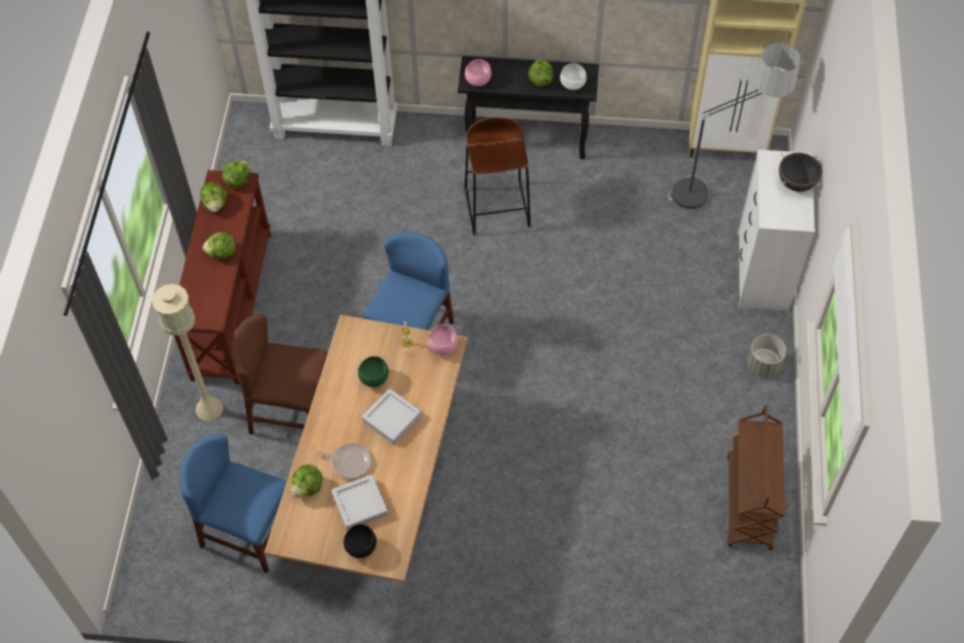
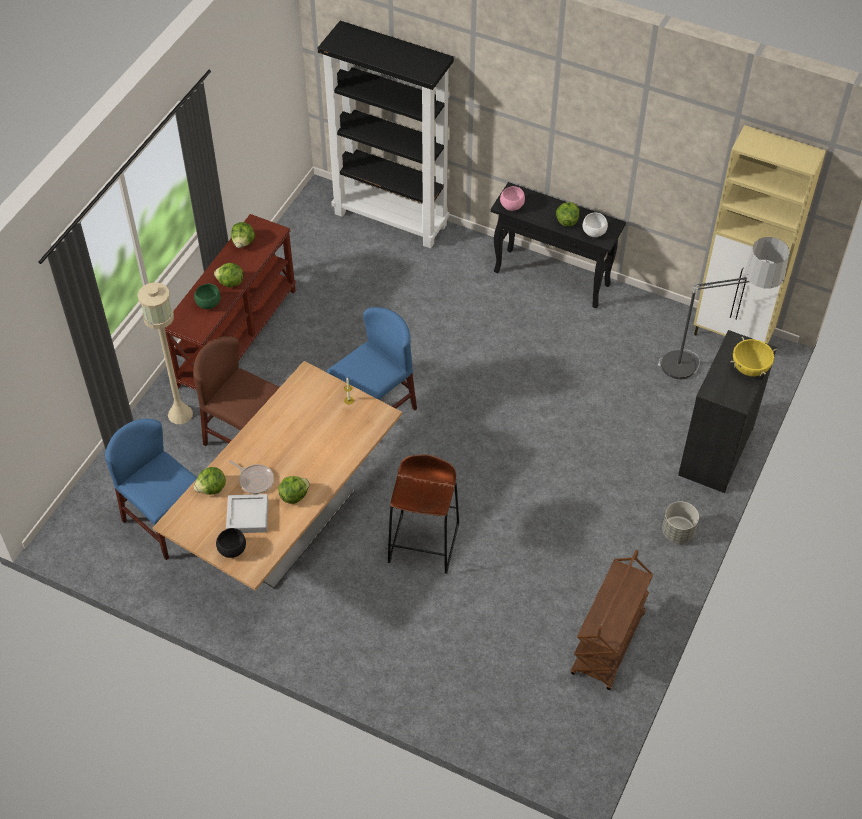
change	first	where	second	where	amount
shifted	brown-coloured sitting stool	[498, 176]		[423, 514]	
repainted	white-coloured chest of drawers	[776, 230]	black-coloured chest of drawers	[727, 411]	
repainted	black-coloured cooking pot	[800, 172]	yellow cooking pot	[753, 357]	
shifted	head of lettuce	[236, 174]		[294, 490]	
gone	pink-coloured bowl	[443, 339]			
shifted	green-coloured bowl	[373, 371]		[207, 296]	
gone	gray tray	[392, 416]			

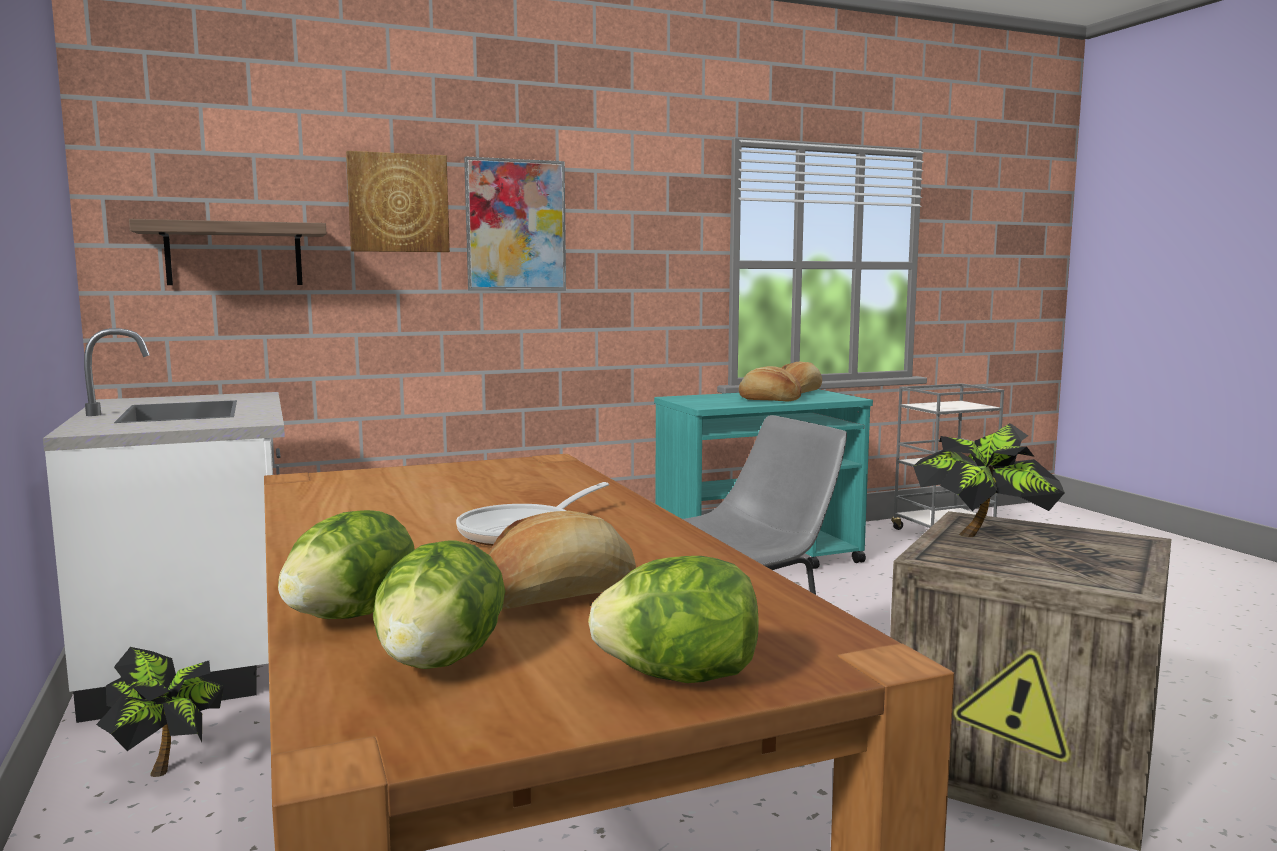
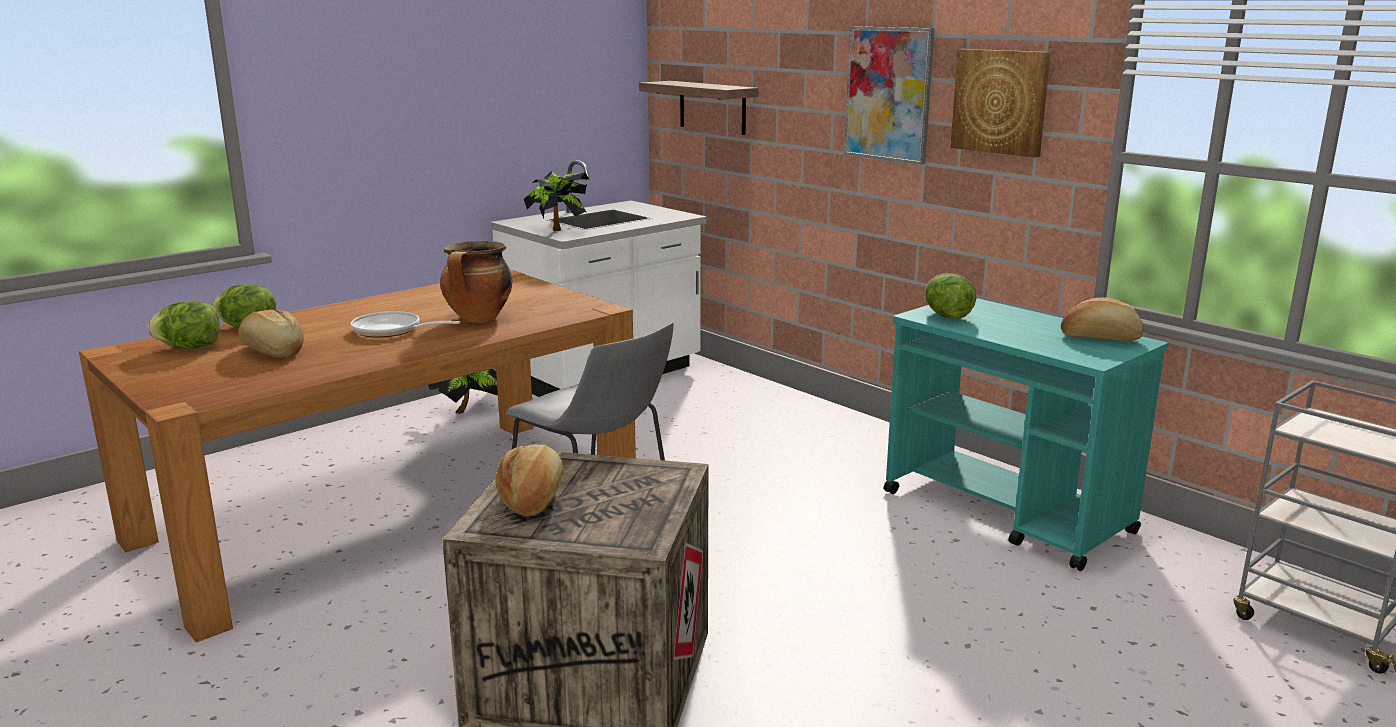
change	first	where	second	where	amount
shifted	wall picture	[398, 201]		[1000, 103]	
shifted	baked bread	[770, 383]		[529, 480]	
shifted	potted plant	[989, 480]		[557, 200]	
shifted	head of lettuce	[673, 619]		[950, 296]	
new			cooking pot	[476, 282]	

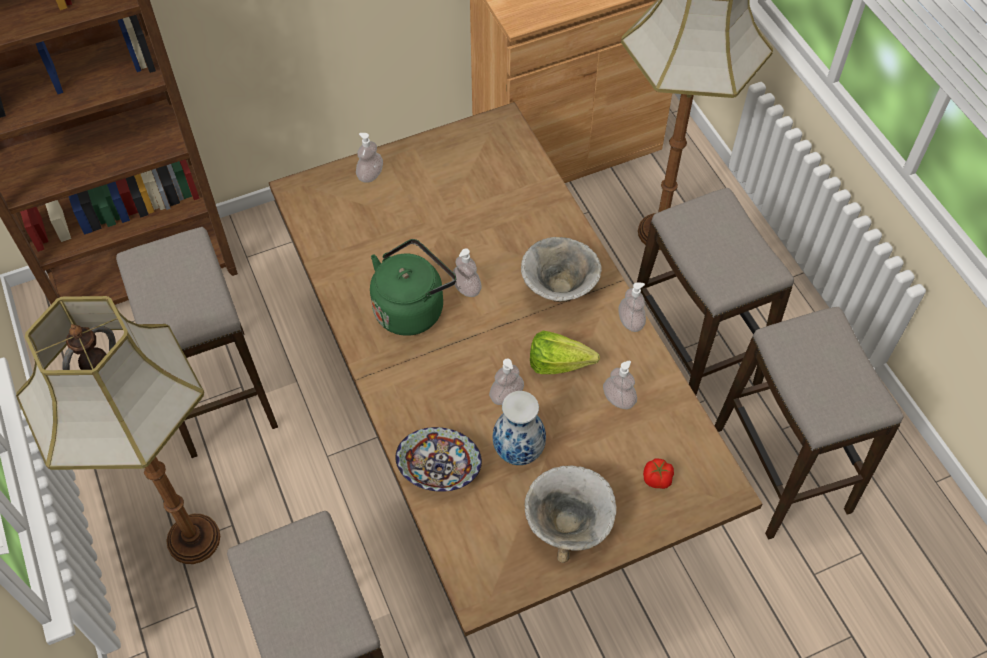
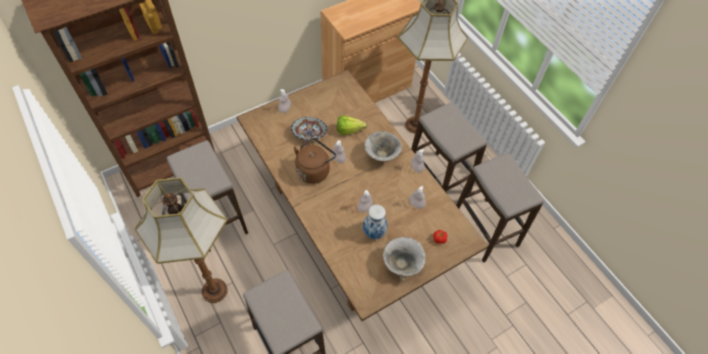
change	first	where	second	where	amount
repainted	green-coloured water kettle	[413, 287]	brown-coloured water kettle	[315, 161]	
shifted	head of lettuce	[565, 352]		[352, 125]	
shifted	bowl	[438, 459]		[309, 128]	

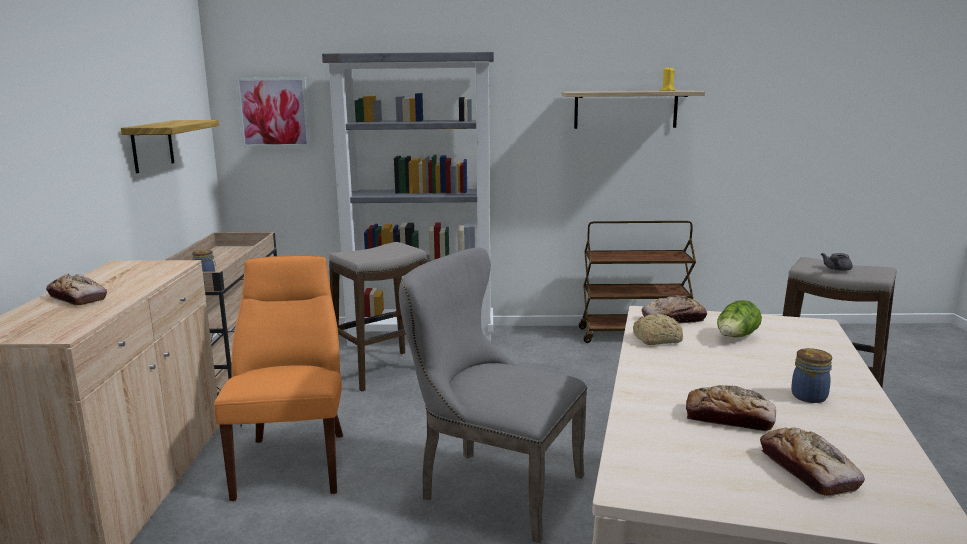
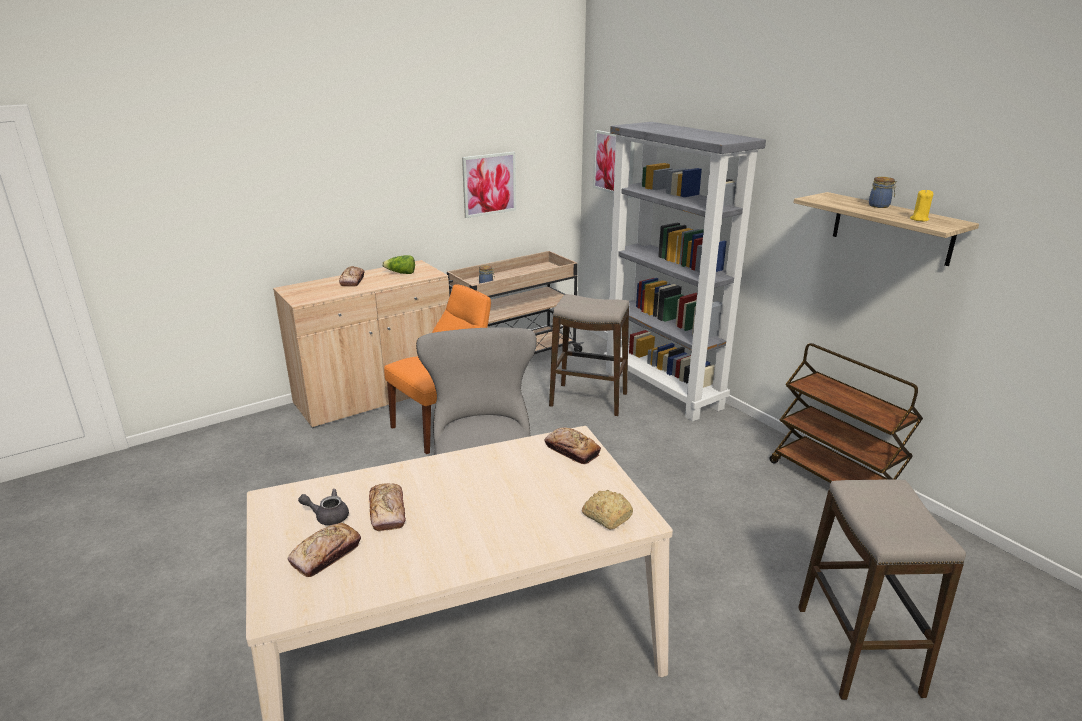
change	first	where	second	where	amount
swapped	wall shelf	[170, 146]	wall picture	[489, 185]	
shifted	gray tea pot	[837, 262]		[323, 507]	
shifted	head of lettuce	[739, 318]		[398, 264]	
shifted	baked bread	[658, 329]		[607, 510]	
shifted	jar	[811, 375]		[883, 192]	

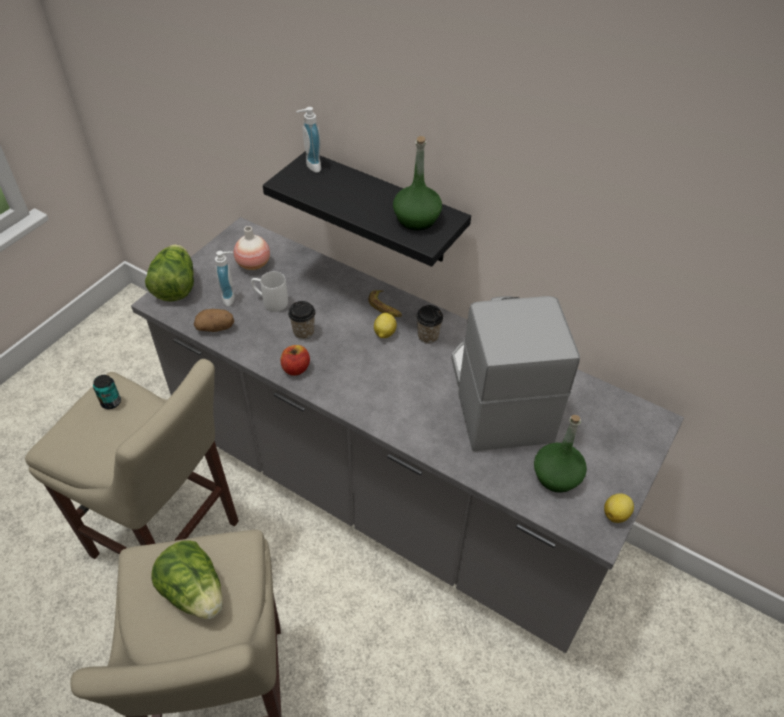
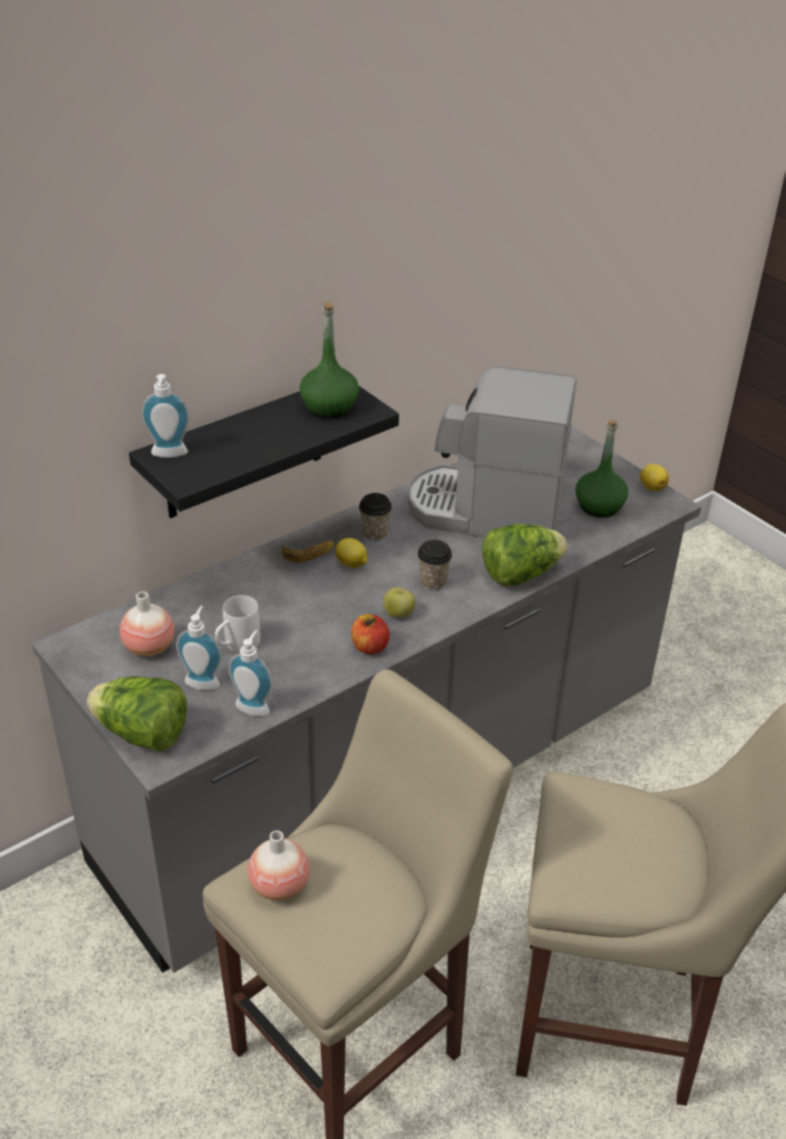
change	first	where	second	where	amount
shifted	small cup	[302, 320]		[434, 565]	
swapped	spud	[214, 320]	liquid soap bottle	[250, 673]	
swapped	sealed can	[107, 392]	vase	[279, 865]	
shifted	head of lettuce	[187, 579]		[524, 555]	
new			apple fruit	[399, 602]	

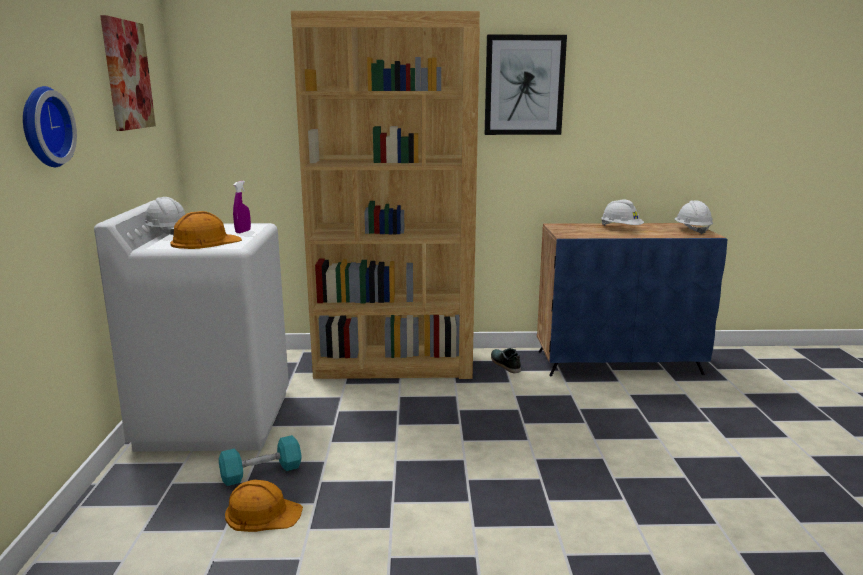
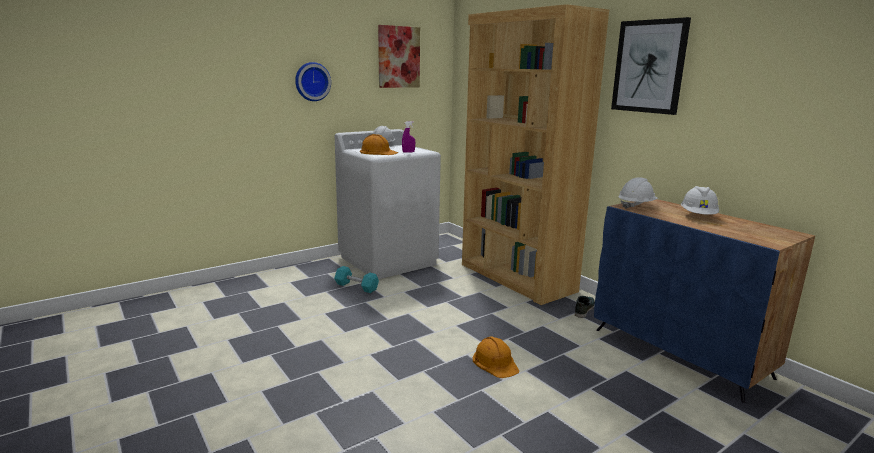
change	first	where	second	where	amount
shifted	white-coloured safety helmet	[693, 218]		[638, 193]	
shifted	orange-coloured safety helmet	[264, 506]		[495, 357]	

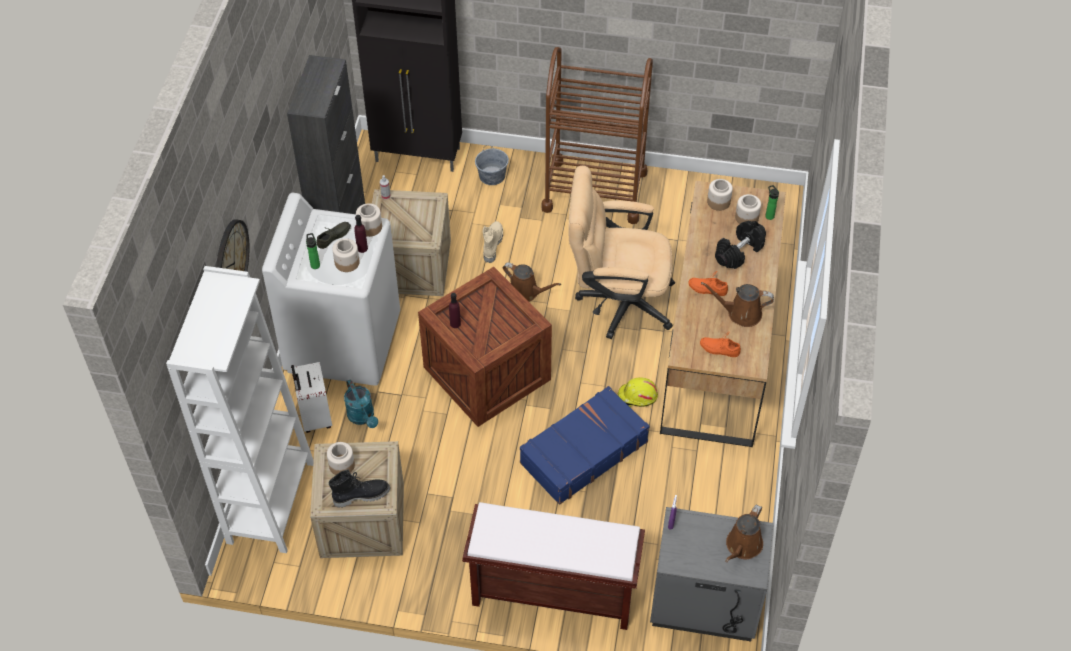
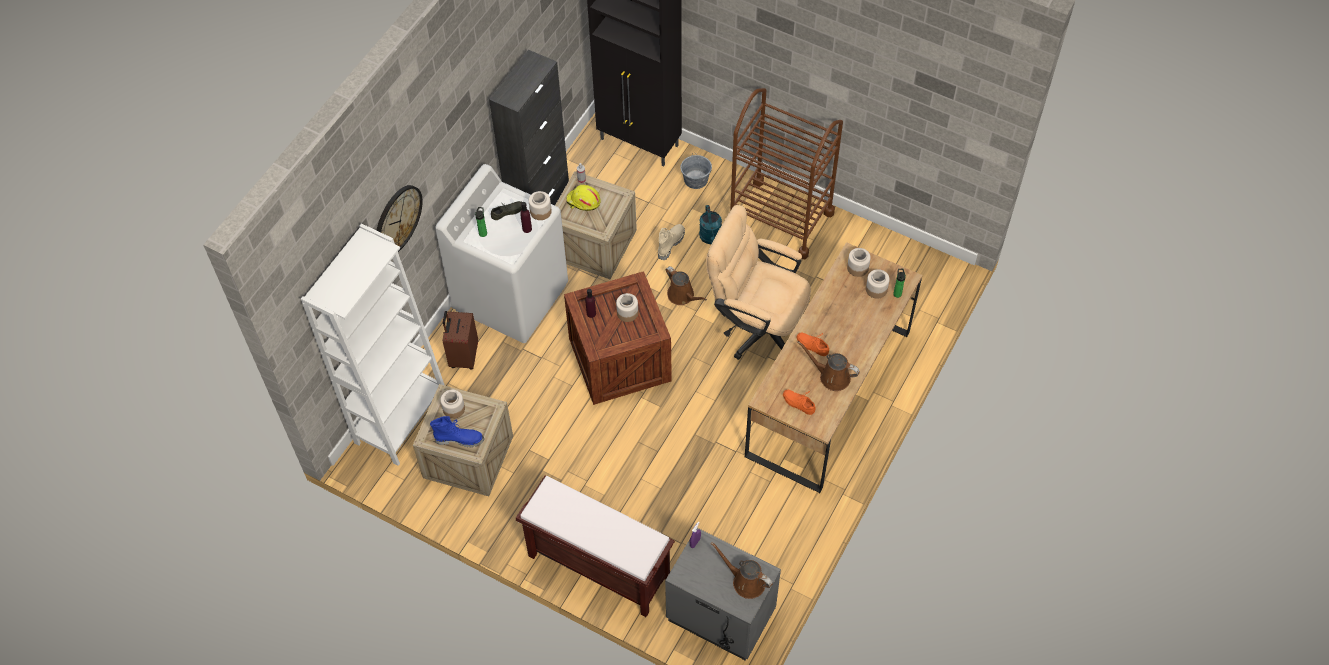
change	first	where	second	where	amount
gone	black-coloured free weight	[740, 245]			
shifted	jar	[346, 255]		[627, 307]	
repainted	white-coloured suitcase	[311, 397]	brown-coloured suitcase	[460, 340]	
shifted	yellow safety helmet	[638, 392]		[583, 198]	
shifted	blue-green watering can	[361, 403]		[710, 225]	
gone	bluish suitcase	[585, 445]			
repainted	black-coloured tall boot	[359, 488]	bluish tall boot	[457, 431]	
rotated	brown-coloured watering can	[744, 533]		[742, 570]	75 degrees clockwise

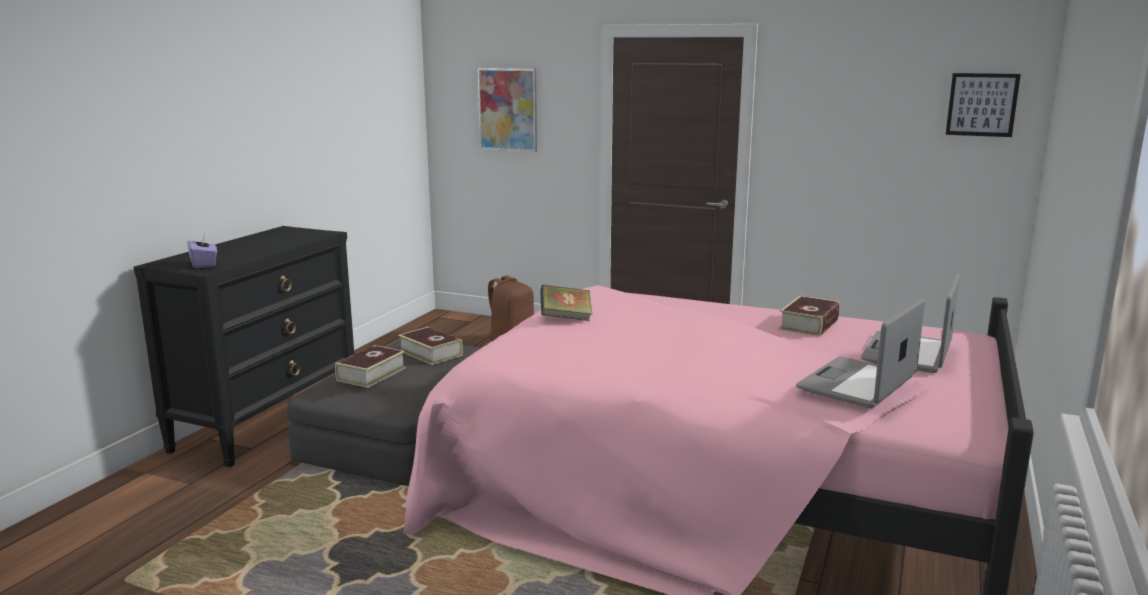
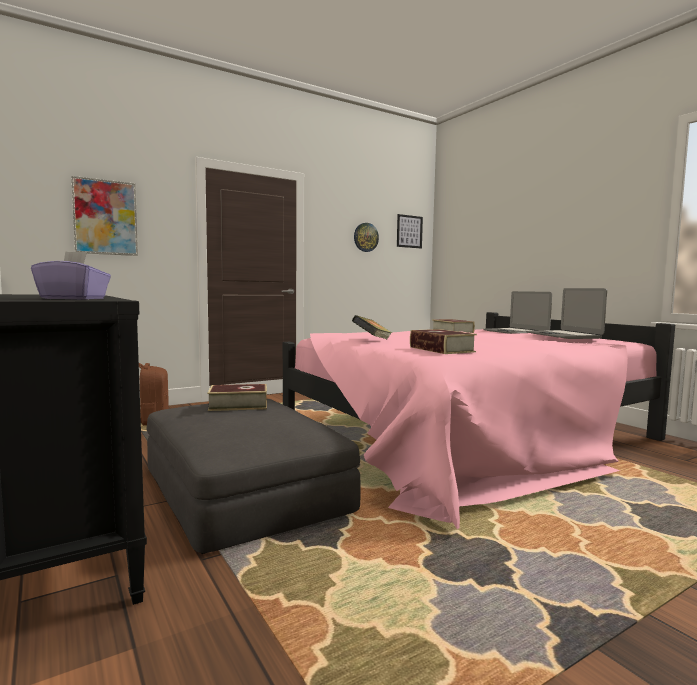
change	first	where	second	where	amount
shifted	book	[370, 366]		[443, 341]	
new			wall clock	[366, 237]	

